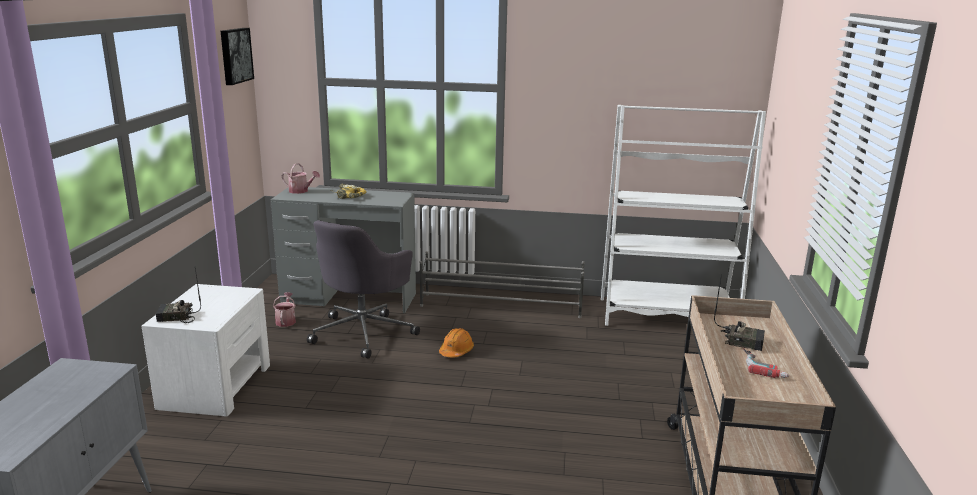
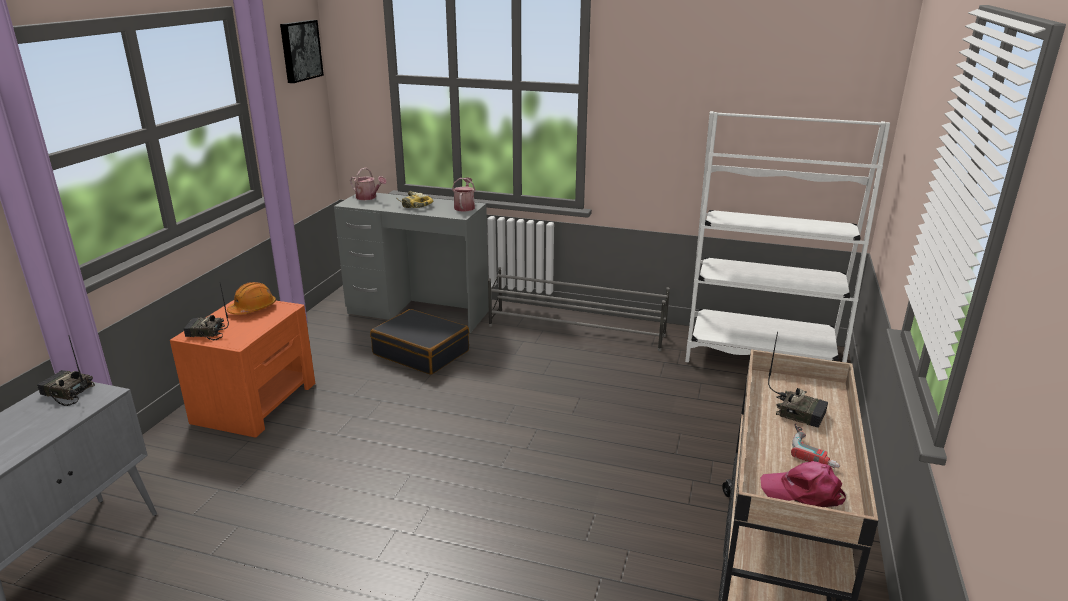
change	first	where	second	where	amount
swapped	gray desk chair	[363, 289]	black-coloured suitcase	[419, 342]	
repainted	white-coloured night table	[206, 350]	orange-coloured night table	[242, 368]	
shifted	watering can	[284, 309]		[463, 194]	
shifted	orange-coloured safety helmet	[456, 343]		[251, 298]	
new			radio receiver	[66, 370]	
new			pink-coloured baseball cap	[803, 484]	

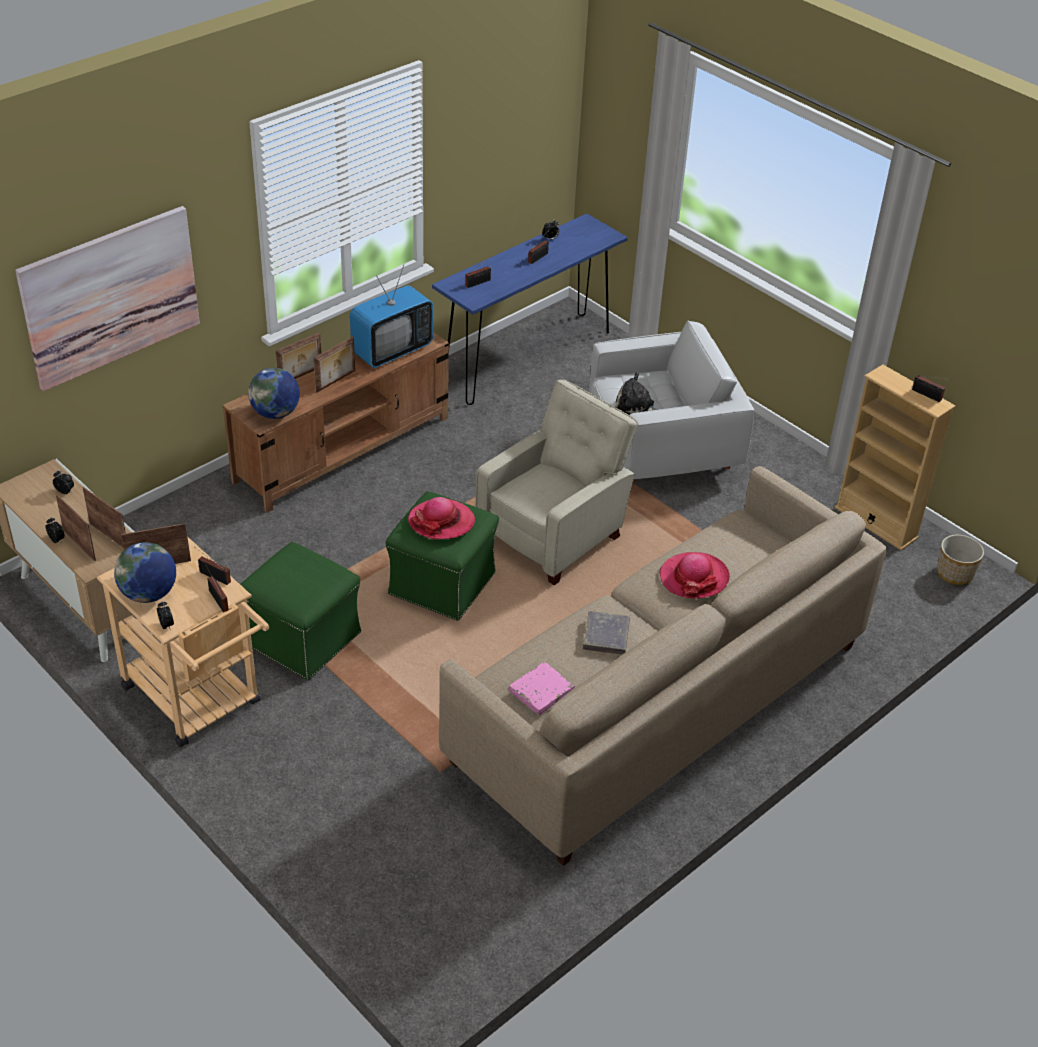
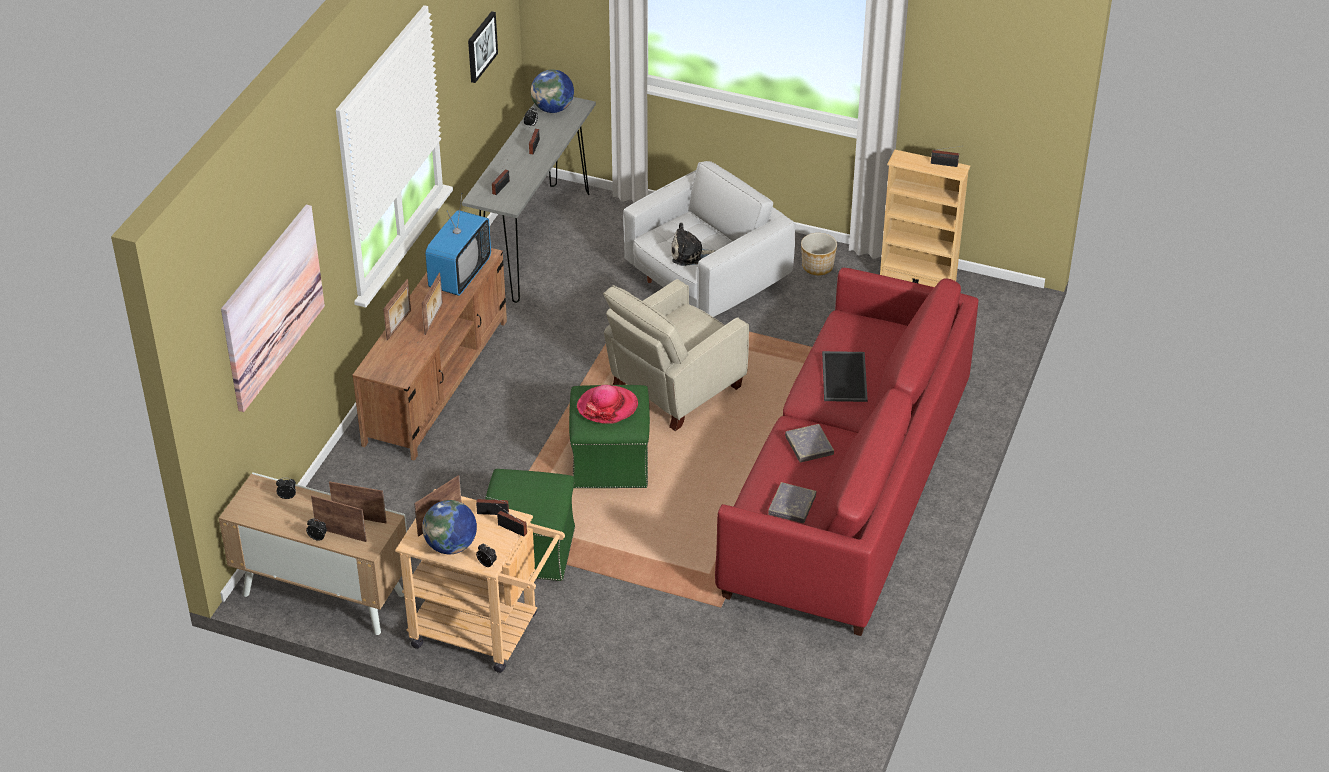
change	first	where	second	where	amount
repainted	bluish console table	[530, 309]	gray console table	[529, 200]	
shifted	globe	[274, 393]		[552, 91]	
rotated	beige-coloured armchair	[556, 482]		[676, 355]	150 degrees counterclockwise
repainted	beige-coloured sofa	[663, 666]	red-coloured sofa	[846, 452]	
shifted	planter	[960, 560]		[819, 254]	
swapped	clothing hat	[694, 575]	tray	[845, 376]	
repainted	pink-coloured book	[542, 688]	gray book	[792, 502]	
new			wall picture	[483, 47]	

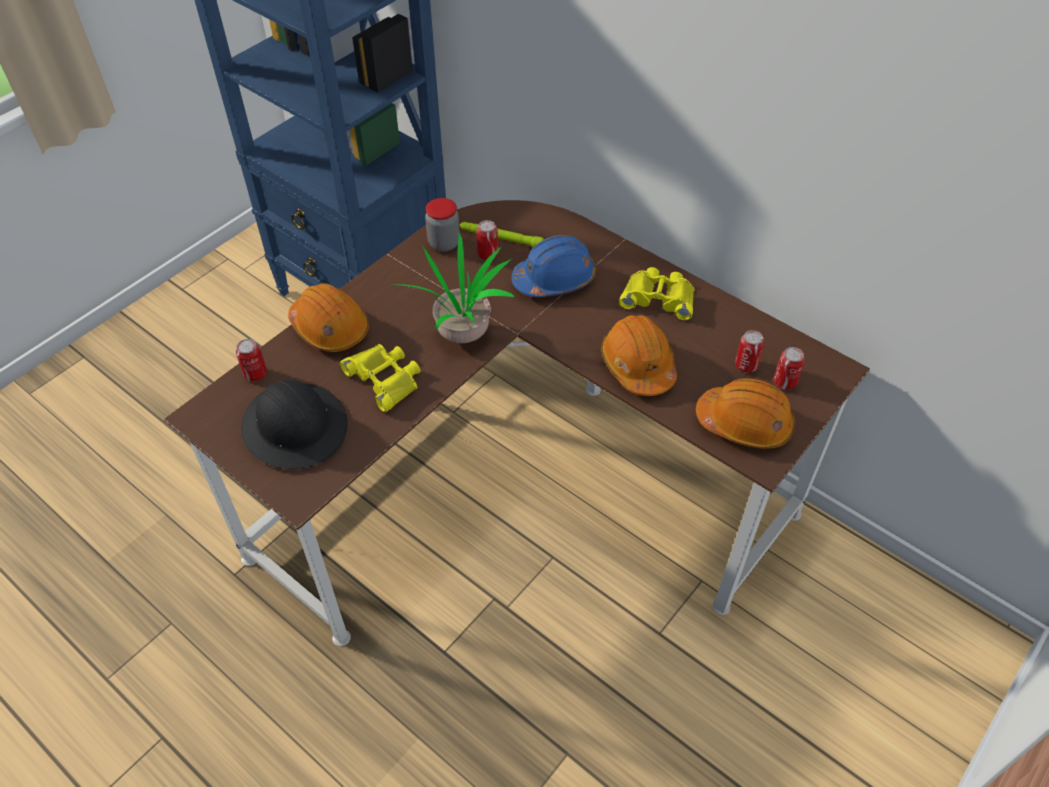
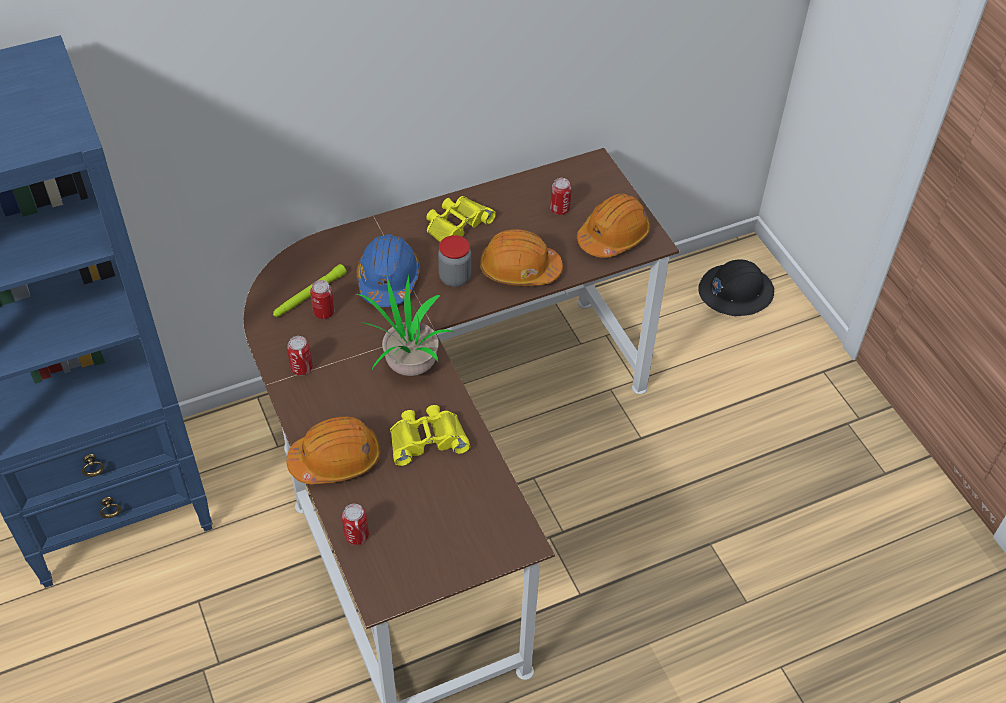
change	first	where	second	where	amount
shifted	jar	[442, 225]		[454, 261]	
shifted	sealed can	[789, 368]		[300, 355]	
shifted	black-coloured safety helmet	[294, 424]		[736, 287]	

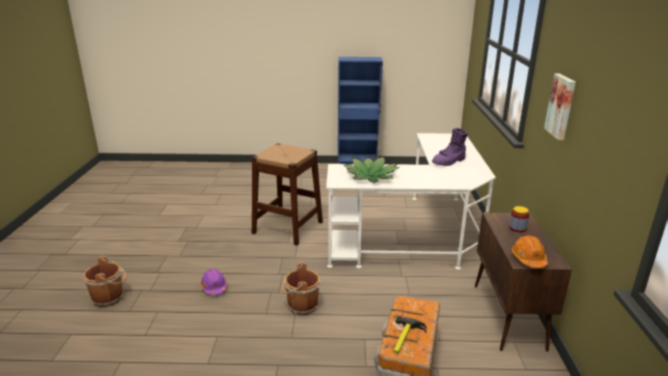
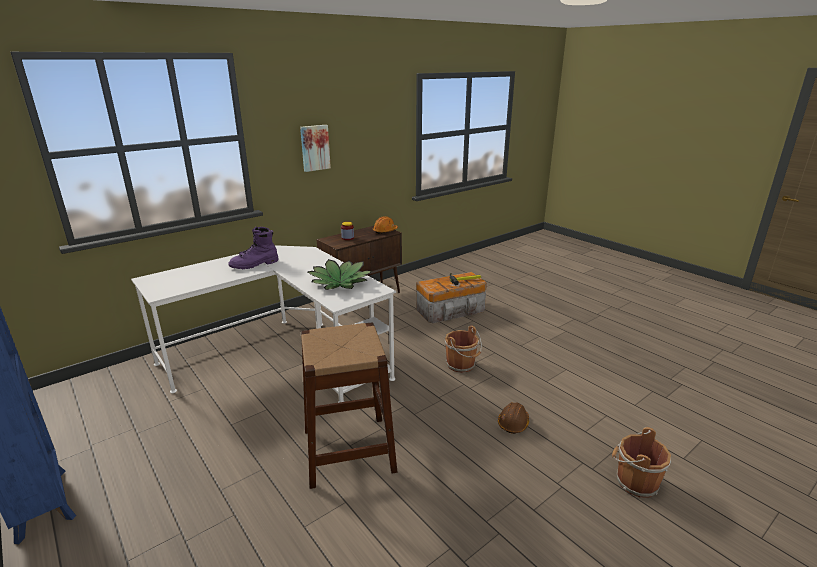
change	first	where	second	where	amount
rotated	purple tall boot	[450, 147]		[253, 248]	135 degrees clockwise
repainted	purple safety helmet	[214, 282]	brown-coloured safety helmet	[513, 418]	

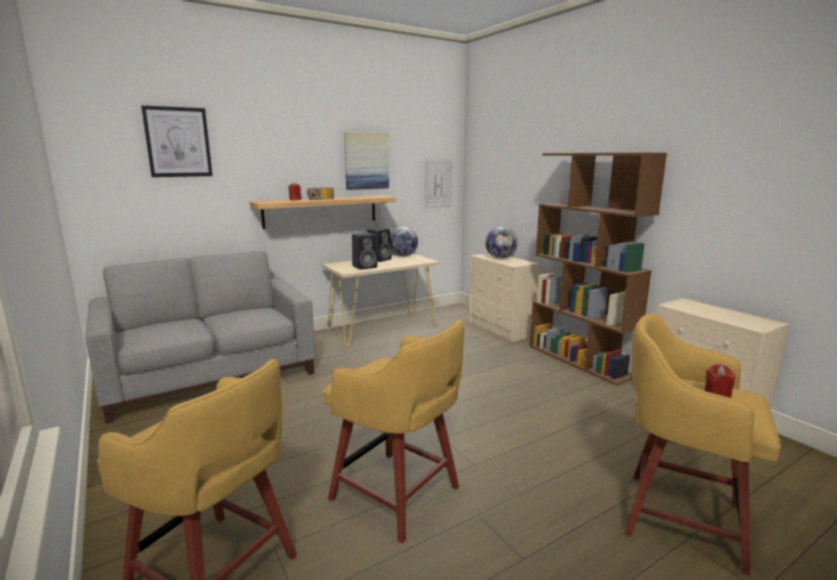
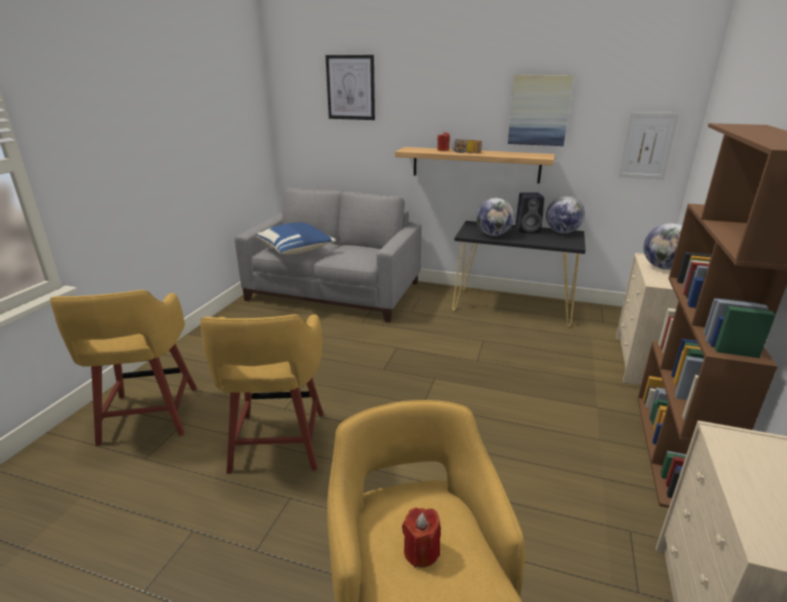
change	first	where	second	where	amount
swapped	black-coloured audio speaker	[364, 251]	globe	[495, 217]	
repainted	beige-coloured console table	[381, 299]	black-coloured console table	[519, 274]	
new			bluish cushion	[296, 238]	

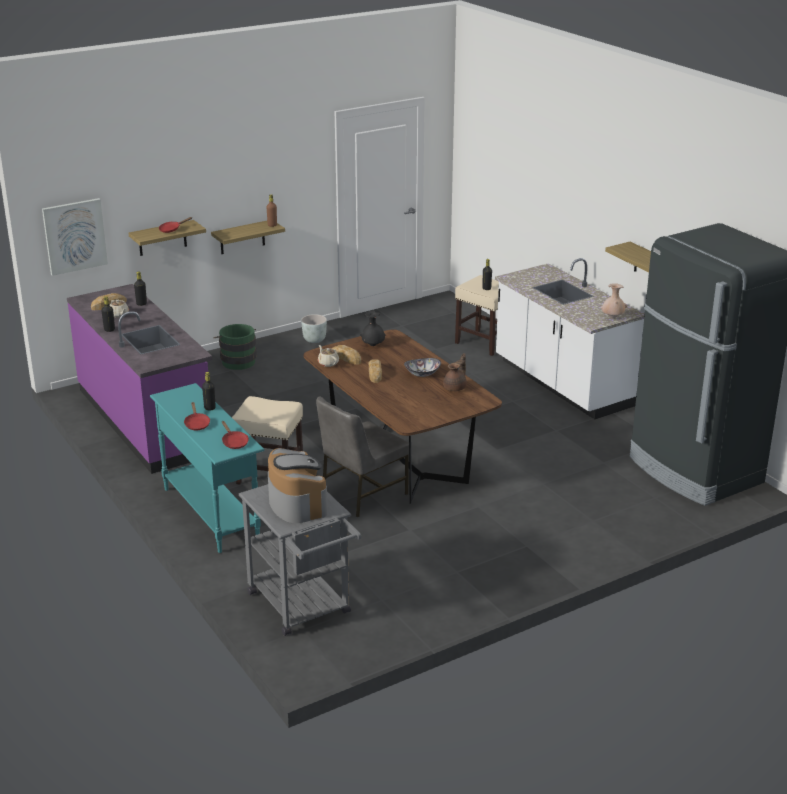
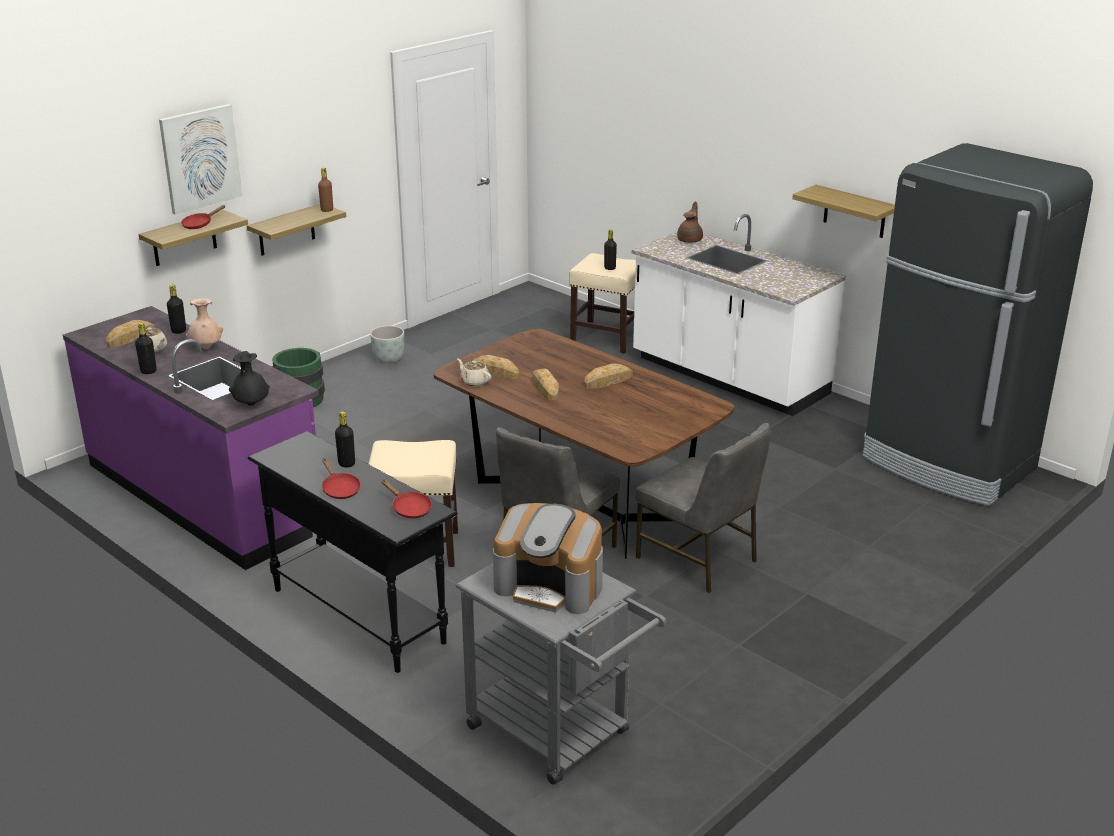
change	first	where	second	where	amount
shifted	wall picture	[75, 237]		[200, 159]	
shifted	beige-coloured vase	[614, 301]		[204, 323]	
shifted	black-coloured vase	[373, 328]		[249, 378]	
shifted	brown-coloured tea pot	[455, 372]		[690, 222]	
swapped	bowl	[422, 367]	baked bread	[608, 376]	
repainted	blue-green console table	[207, 468]	black-coloured console table	[353, 552]	
rotated	coffee brewer	[298, 485]		[548, 558]	150 degrees clockwise
new			gray chair	[703, 508]	

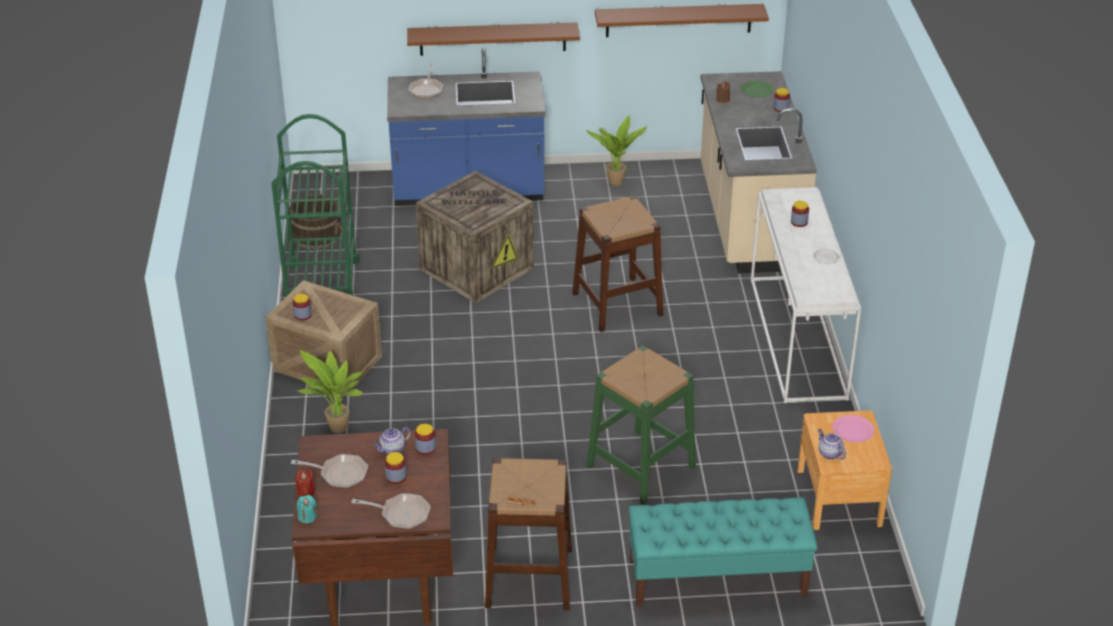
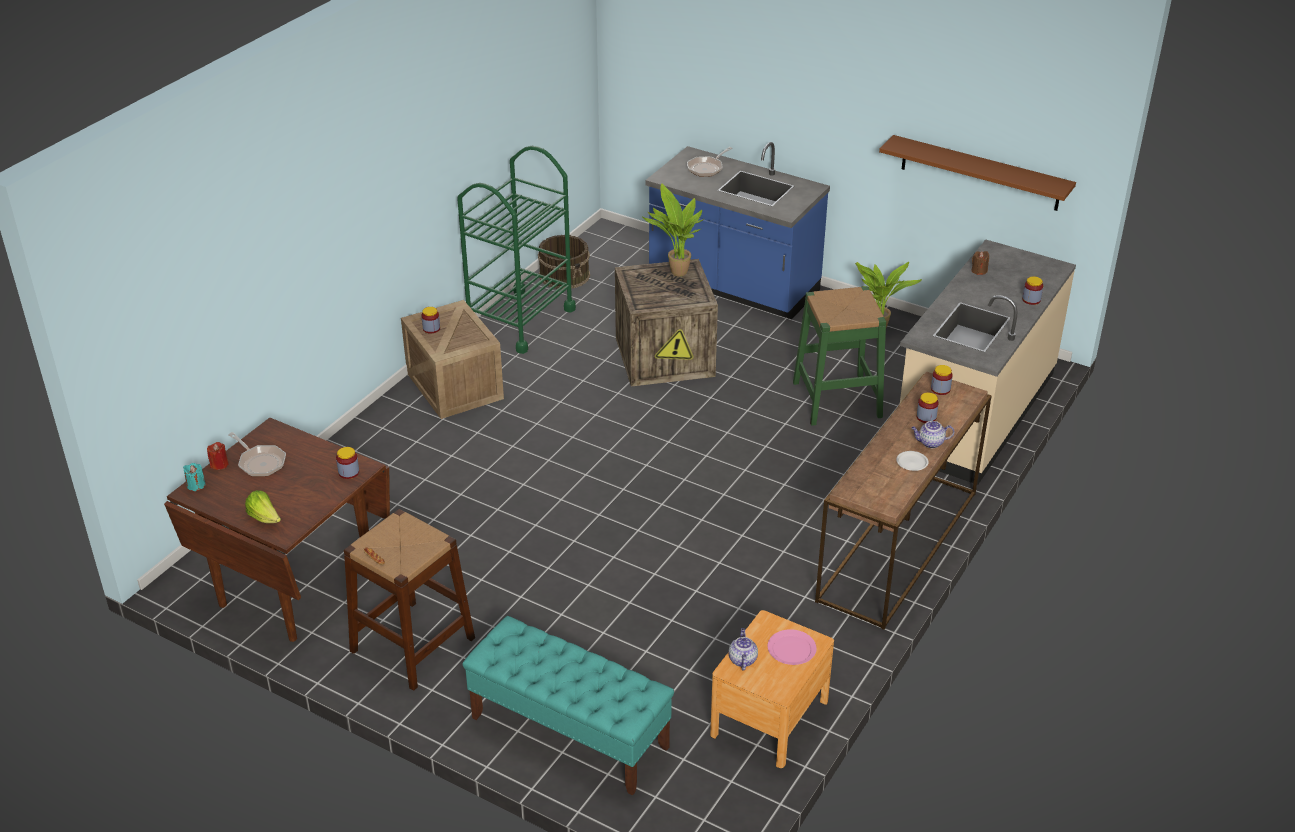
change	first	where	second	where	amount
gone	brown-coloured wall shelf	[493, 39]			
gone	green-coloured flat dish	[757, 89]			
repainted	white-coloured console table	[806, 295]	brown-coloured console table	[903, 501]	
gone	brown-coloured sitting stool	[617, 264]			
shifted	green-coloured sitting stool	[641, 425]		[839, 356]	
shifted	potted plant	[330, 391]		[673, 230]	
shifted	tea pot	[392, 440]		[932, 434]	
shifted	jar	[396, 468]		[942, 380]	
swapped	frying pan	[391, 511]	head of lettuce	[263, 506]	

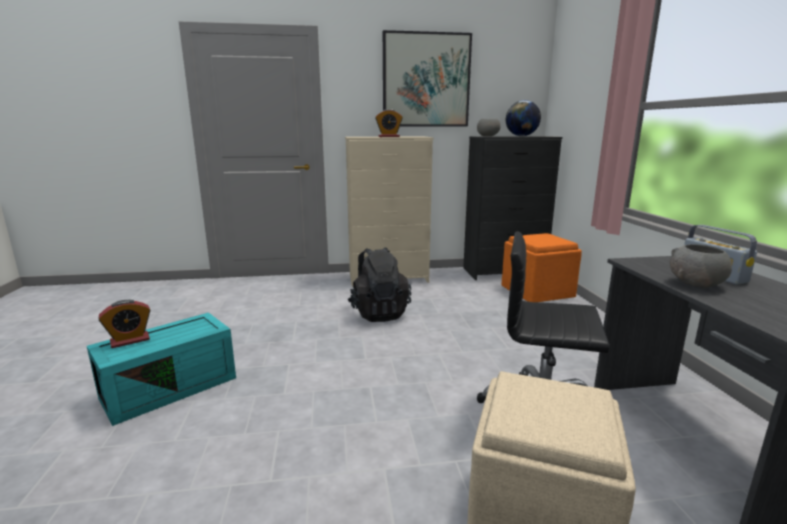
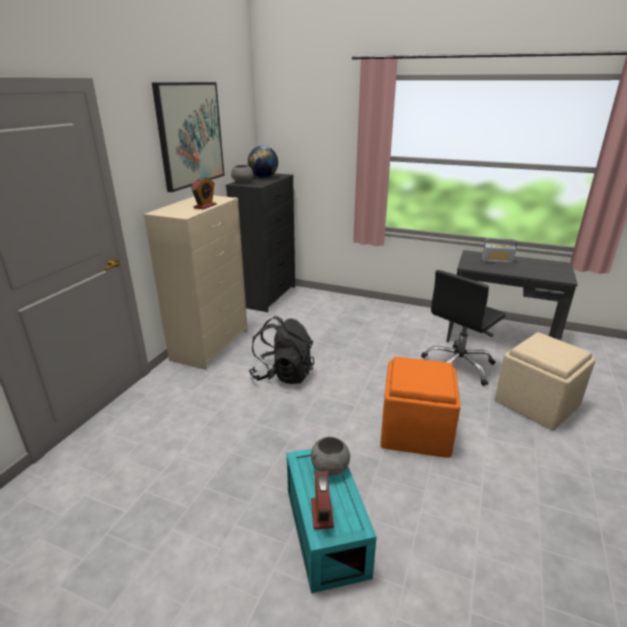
change	first	where	second	where	amount
shifted	orange-coloured pouffe	[541, 267]		[420, 407]	
shifted	gray bowl	[701, 266]		[330, 456]	

